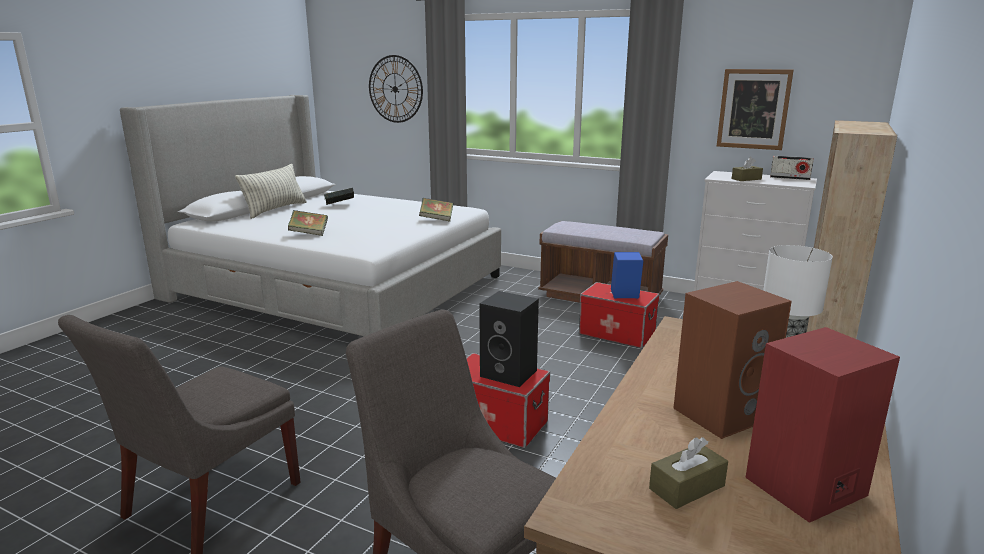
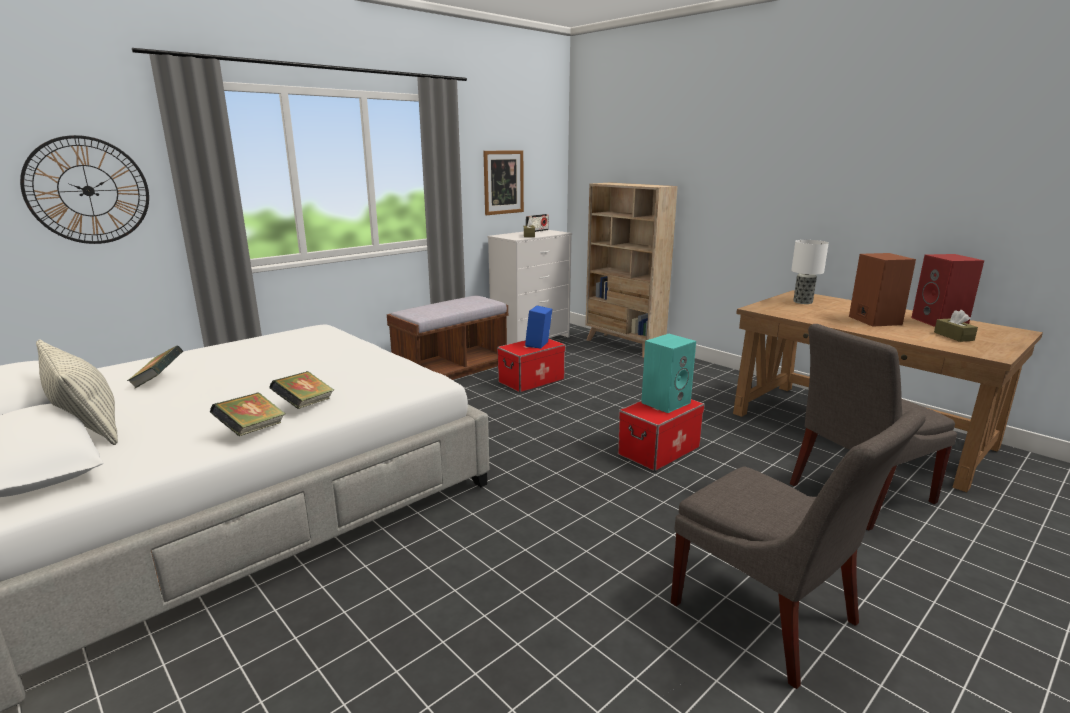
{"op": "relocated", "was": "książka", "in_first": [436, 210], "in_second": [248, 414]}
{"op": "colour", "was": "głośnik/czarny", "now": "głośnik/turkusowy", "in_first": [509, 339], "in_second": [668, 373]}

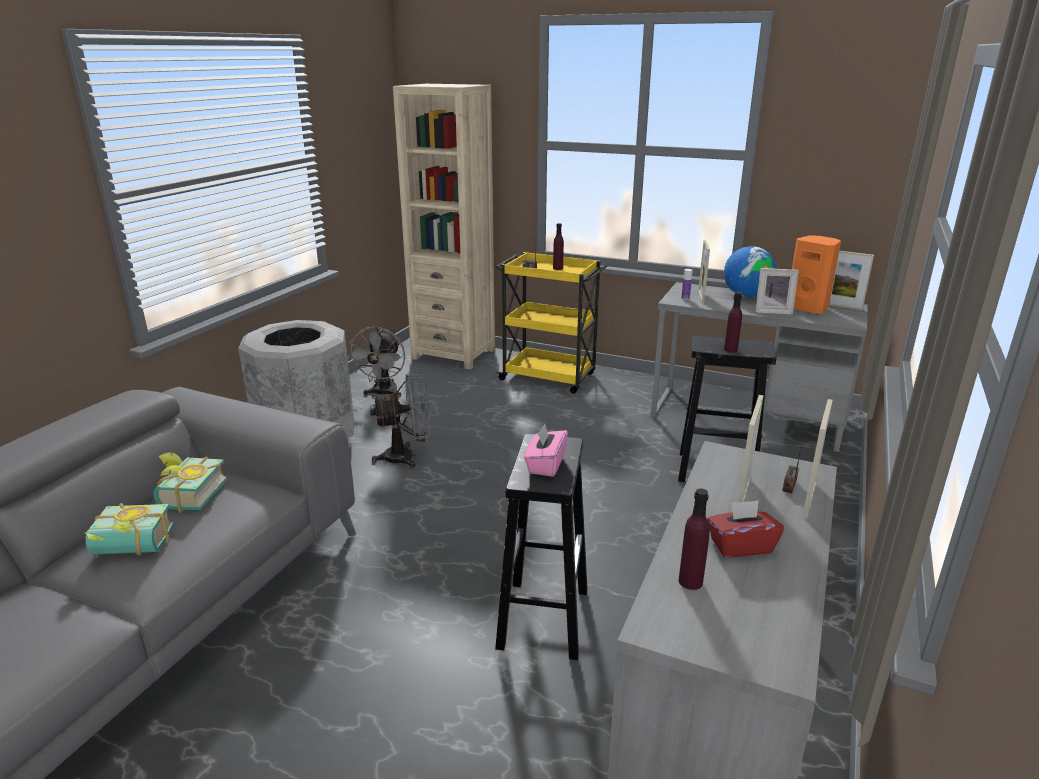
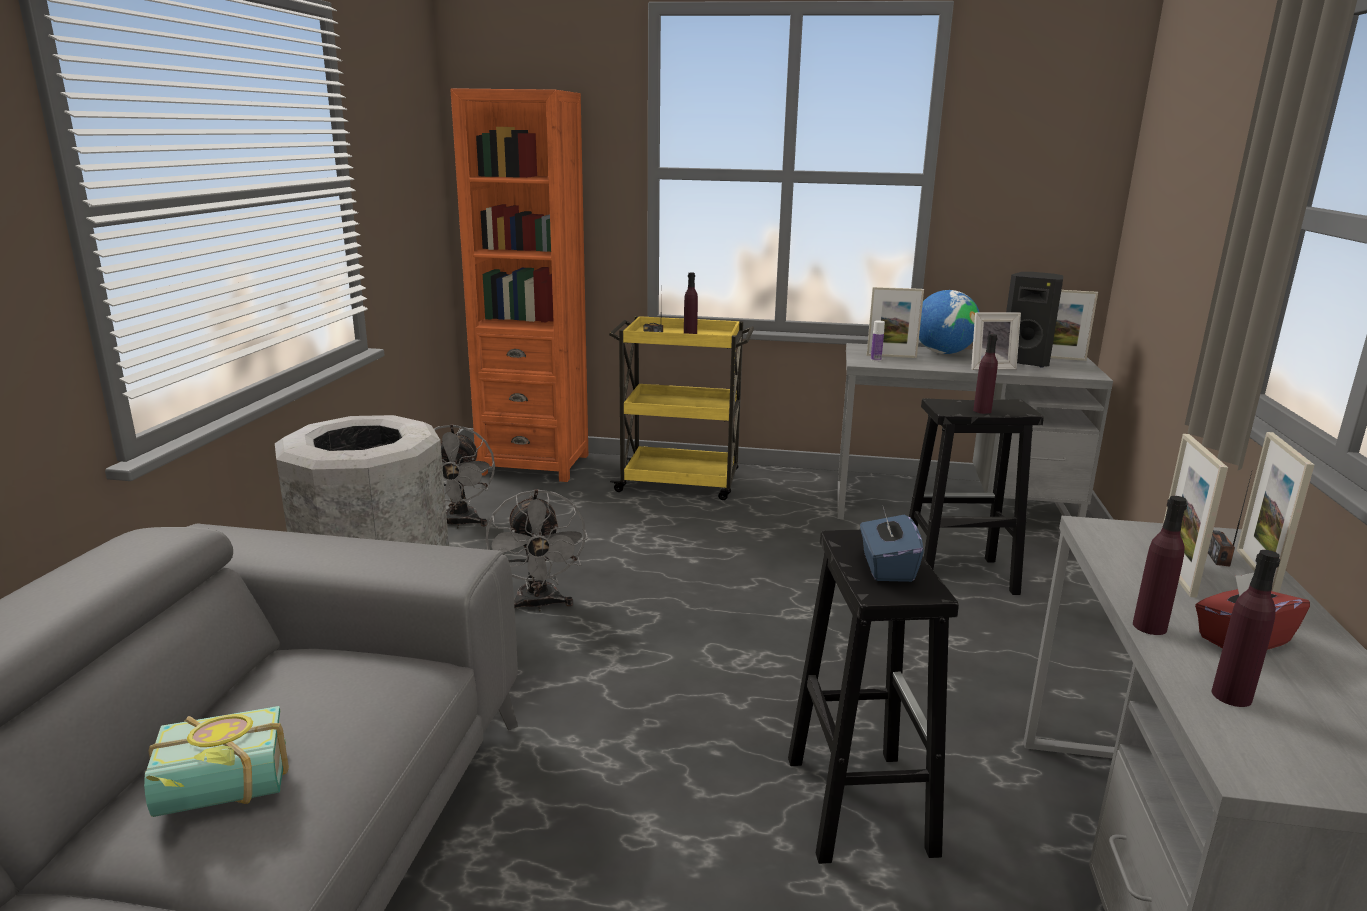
{"op": "colour", "was": "regał/beżowy", "now": "regał/pomarańczowy", "in_first": [444, 226], "in_second": [519, 285]}
{"op": "colour", "was": "głośnik/pomarańczowy", "now": "głośnik/czarny", "in_first": [816, 274], "in_second": [1034, 320]}
{"op": "spun", "was": "ramka na zdjęcie", "in_first": [704, 271], "in_second": [895, 322], "clockwise": -75}
{"op": "spun", "was": "wentylator/szary", "in_first": [400, 421], "in_second": [537, 550], "clockwise": 105}
{"op": "colour", "was": "pudełko chusteczek/różowy", "now": "pudełko chusteczek/niebieski", "in_first": [546, 450], "in_second": [892, 544]}
{"op": "missing", "was": "książka", "in_first": [190, 482]}
{"op": "appeared", "now": "butelka/fioletowy", "in_second": [1160, 565]}

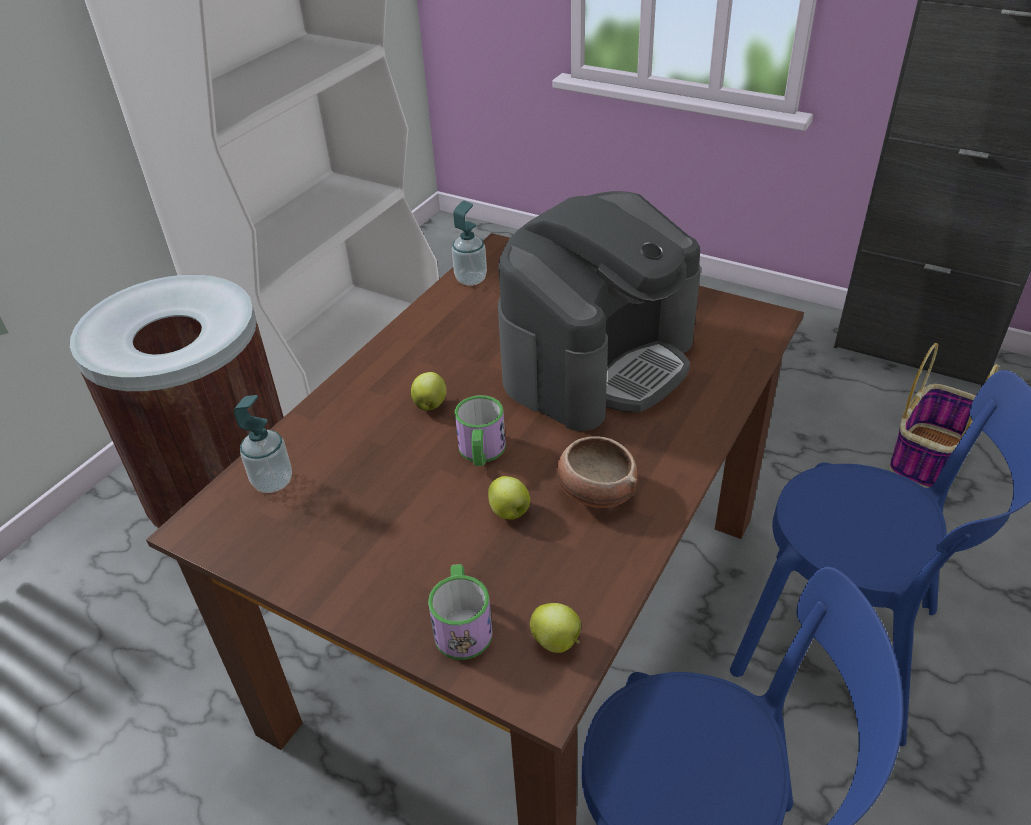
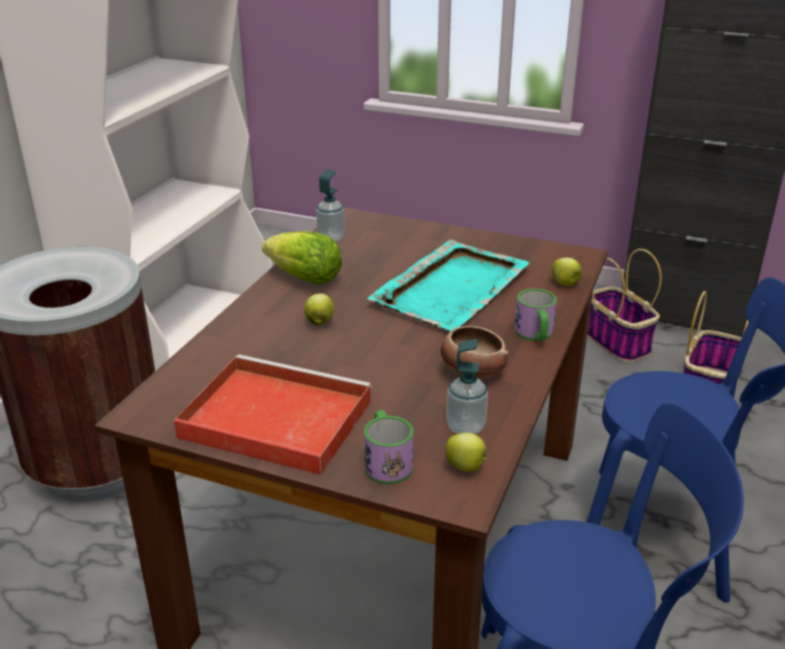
{"op": "exchanged", "was": "ekspres do kawy", "now": "taca/turkusowy", "in_first": [599, 311], "in_second": [448, 285]}
{"op": "relocated", "was": "dozownik mydła", "in_first": [262, 444], "in_second": [467, 386]}
{"op": "relocated", "was": "kubek", "in_first": [480, 430], "in_second": [536, 315]}
{"op": "relocated", "was": "jabłko", "in_first": [509, 498], "in_second": [567, 271]}
{"op": "appeared", "now": "sałata", "in_second": [302, 258]}
{"op": "appeared", "now": "koszyk", "in_second": [624, 306]}
{"op": "appeared", "now": "taca/czerwony", "in_second": [273, 414]}

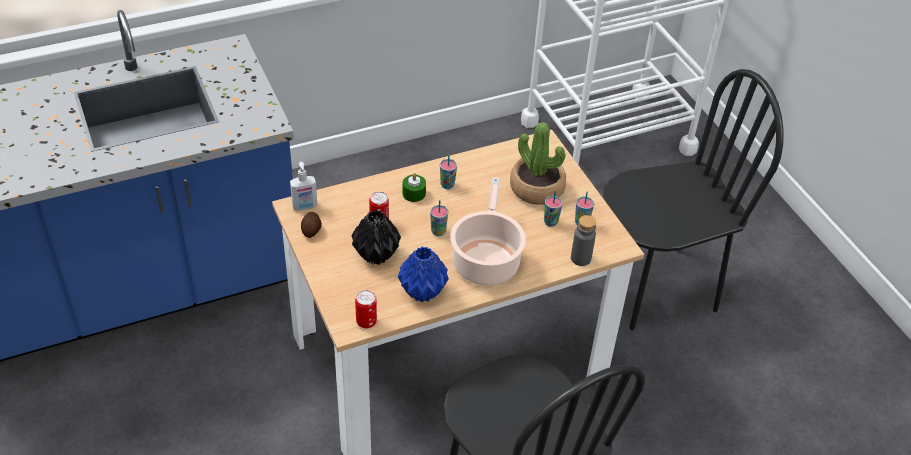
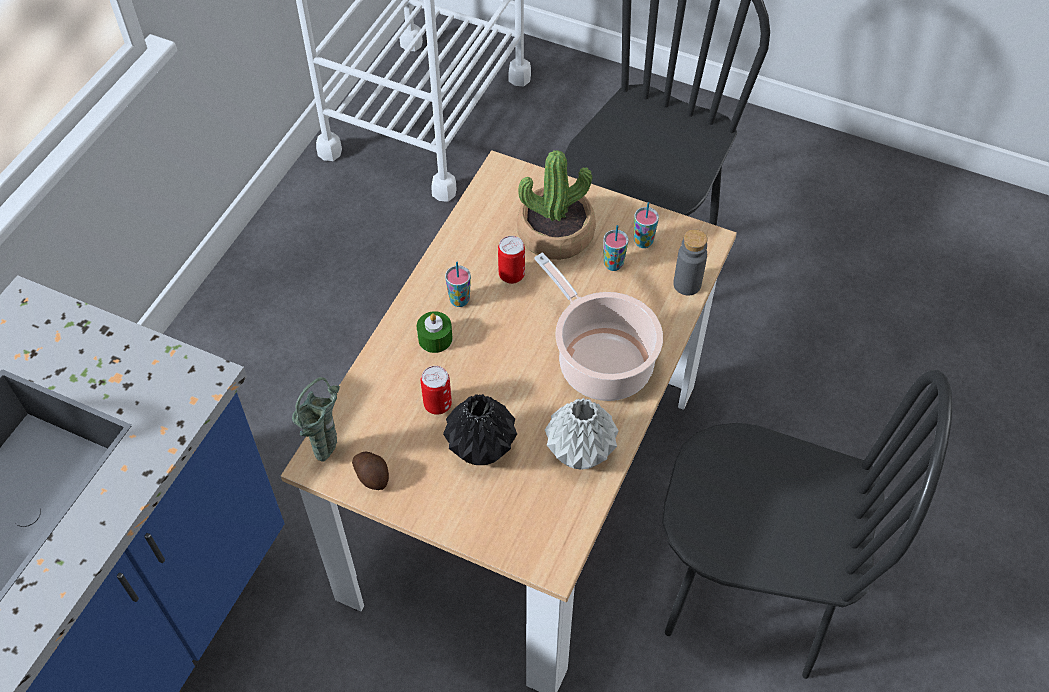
{"op": "exchanged", "was": "dozownik mydła", "now": "wazon/zielony", "in_first": [304, 186], "in_second": [316, 419]}
{"op": "missing", "was": "filiżanka", "in_first": [439, 218]}
{"op": "colour", "was": "wazon/niebieski", "now": "wazon/szary", "in_first": [423, 274], "in_second": [582, 434]}
{"op": "relocated", "was": "puszka", "in_first": [366, 309], "in_second": [511, 260]}

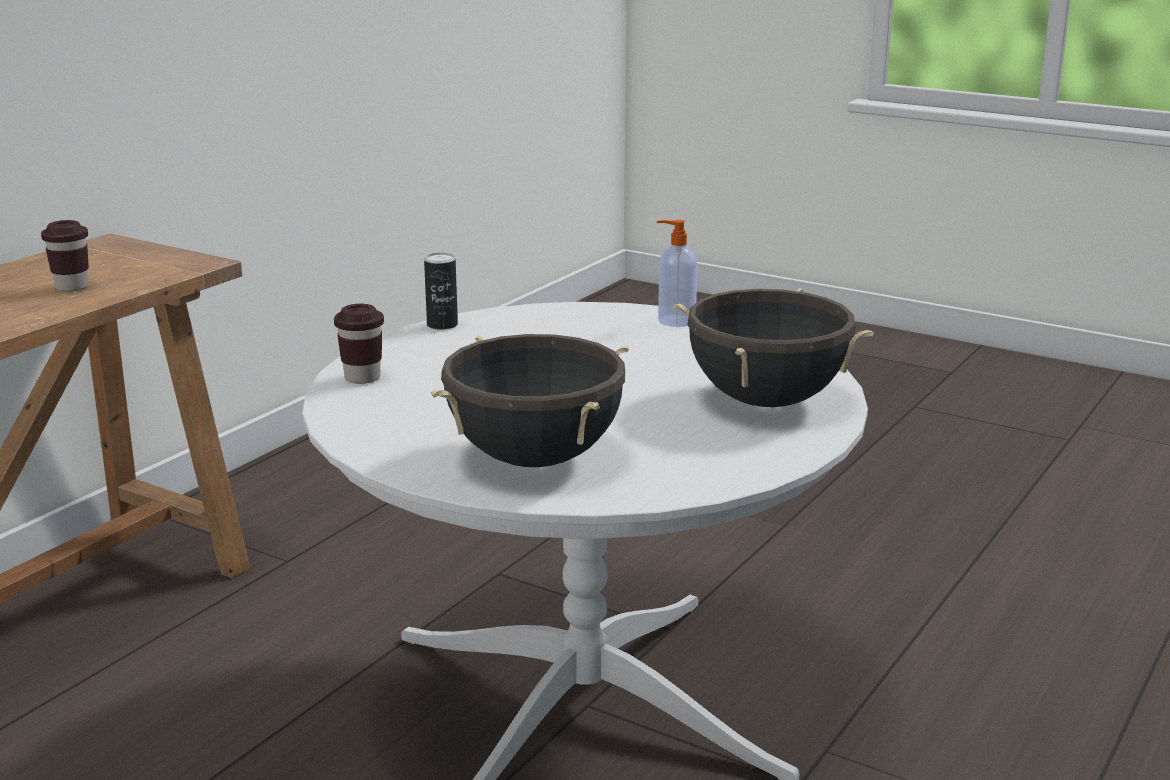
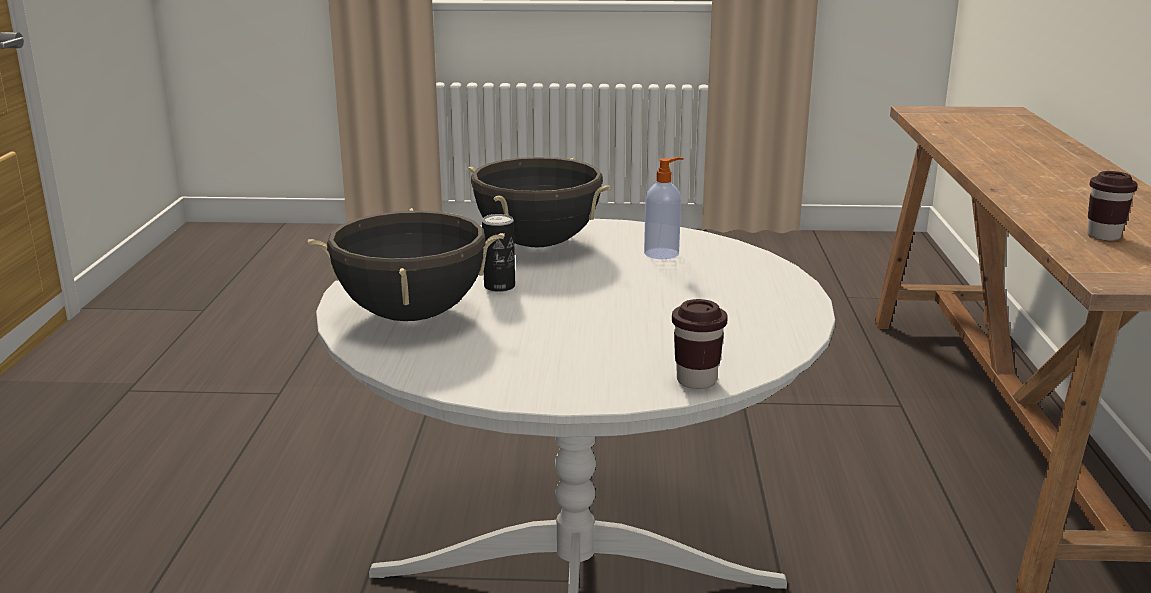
{"op": "relocated", "was": "dozownik mydła", "in_first": [677, 273], "in_second": [664, 208]}
{"op": "relocated", "was": "puszka", "in_first": [441, 291], "in_second": [498, 253]}
{"op": "relocated", "was": "filiżanka/brązowy", "in_first": [359, 344], "in_second": [700, 344]}

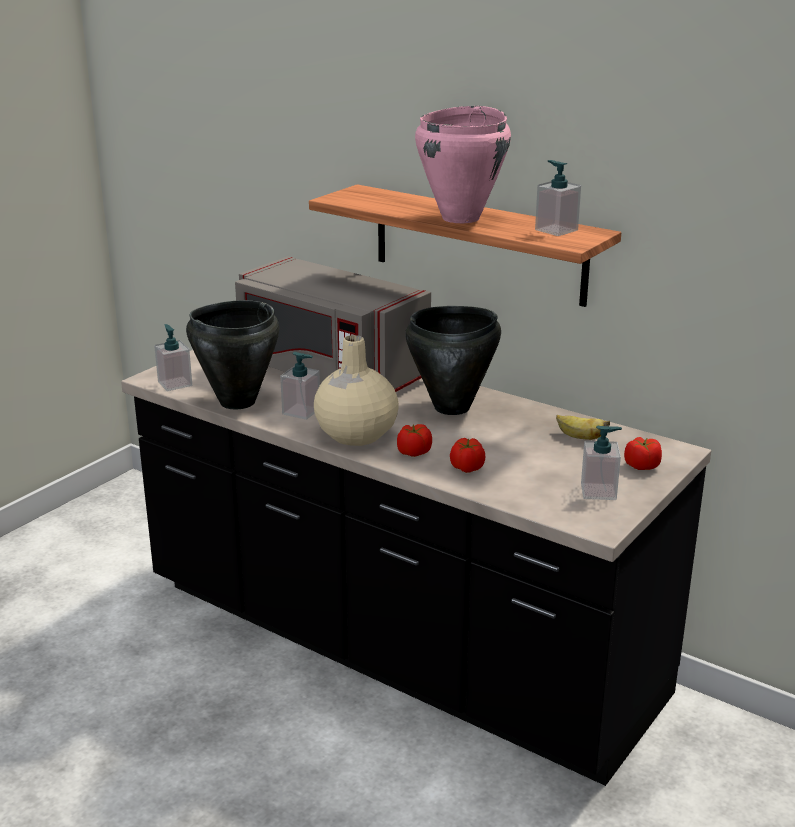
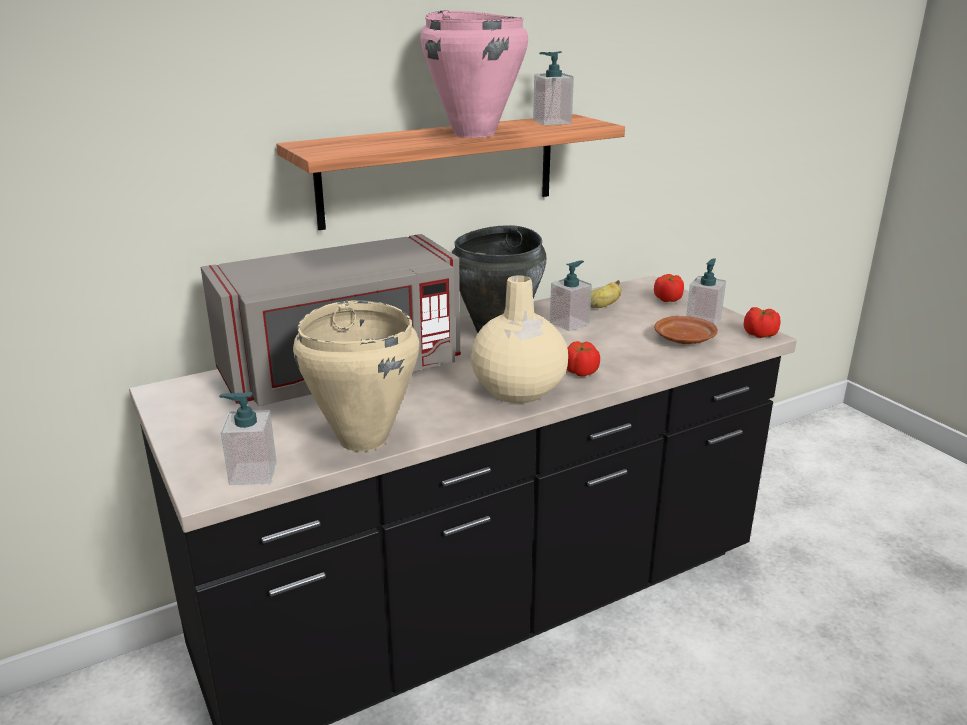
{"op": "colour", "was": "garnek/czarny", "now": "garnek/beżowy", "in_first": [232, 354], "in_second": [356, 376]}
{"op": "relocated", "was": "dozownik mydła", "in_first": [300, 386], "in_second": [571, 295]}
{"op": "relocated", "was": "pomidor", "in_first": [467, 455], "in_second": [762, 322]}
{"op": "appeared", "now": "talerz/brązowy", "in_second": [686, 330]}

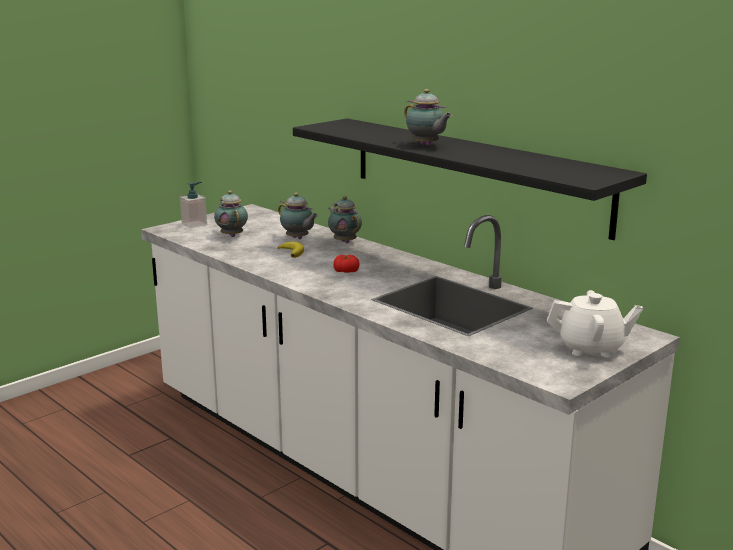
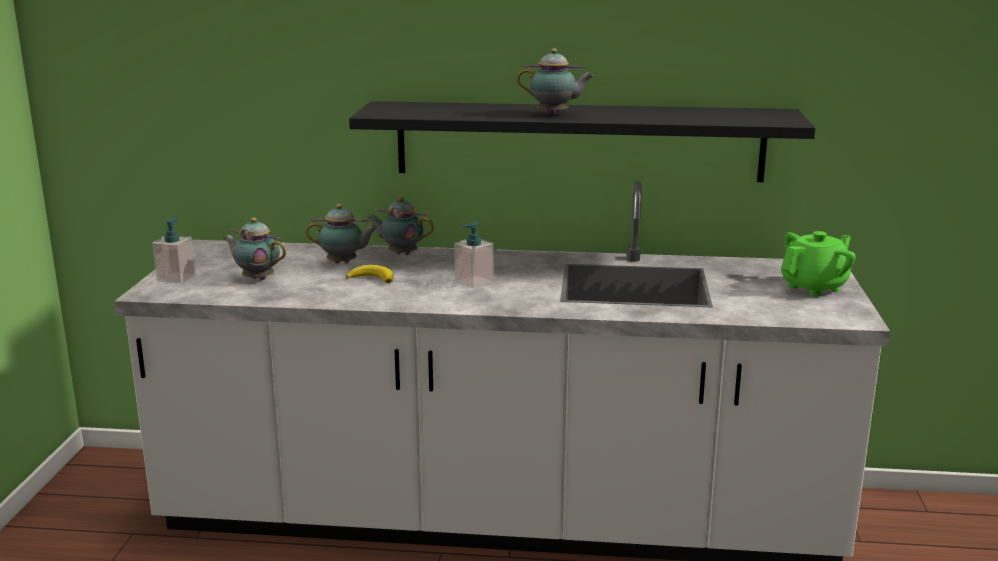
{"op": "exchanged", "was": "pomidor", "now": "dozownik mydła", "in_first": [346, 264], "in_second": [473, 255]}
{"op": "colour", "was": "imbryk/biały", "now": "imbryk/zielony", "in_first": [595, 323], "in_second": [818, 264]}

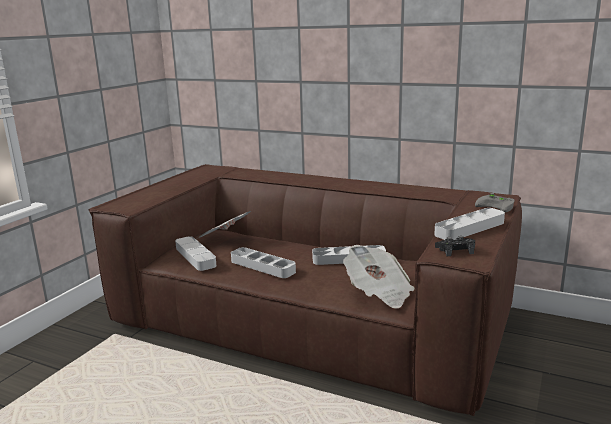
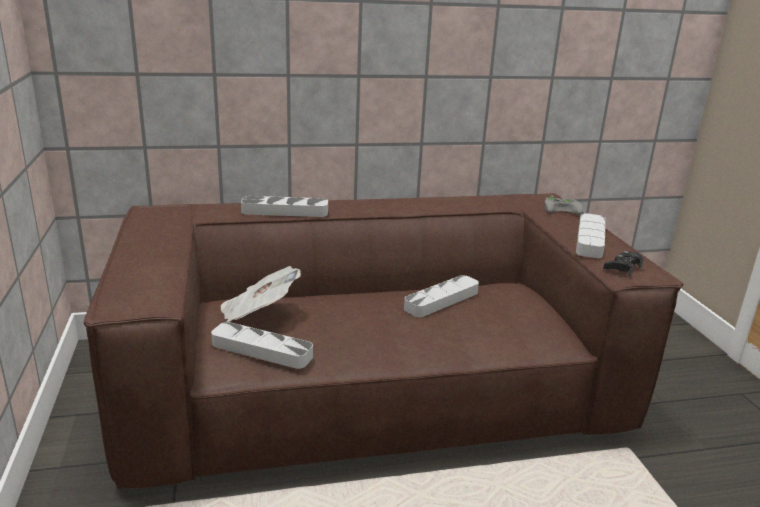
{"op": "missing", "was": "gazeta", "in_first": [379, 277]}
{"op": "relocated", "was": "taca/szary", "in_first": [263, 262], "in_second": [284, 206]}

